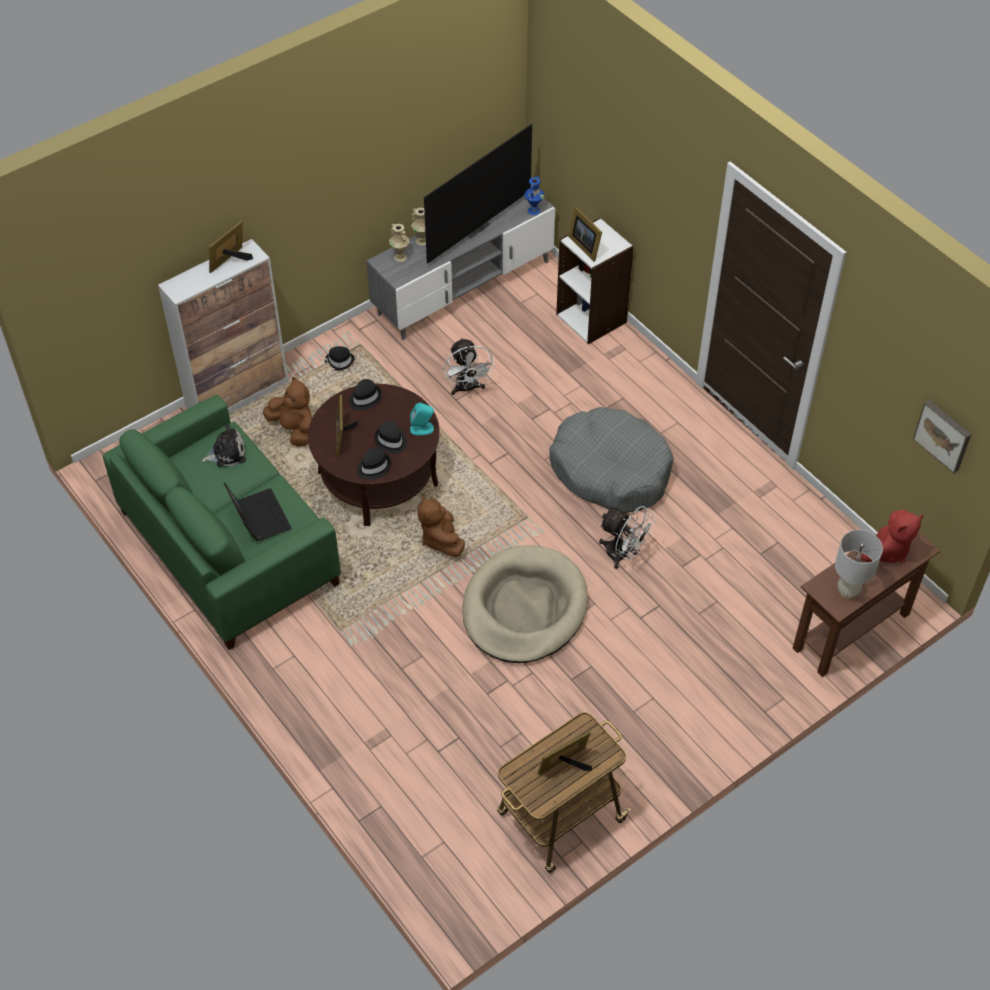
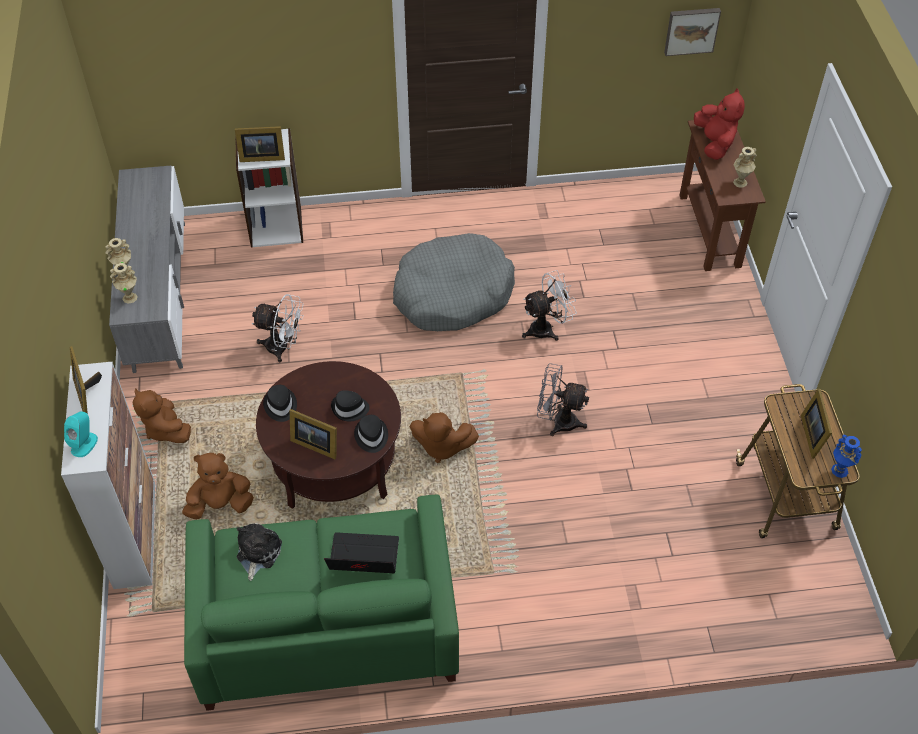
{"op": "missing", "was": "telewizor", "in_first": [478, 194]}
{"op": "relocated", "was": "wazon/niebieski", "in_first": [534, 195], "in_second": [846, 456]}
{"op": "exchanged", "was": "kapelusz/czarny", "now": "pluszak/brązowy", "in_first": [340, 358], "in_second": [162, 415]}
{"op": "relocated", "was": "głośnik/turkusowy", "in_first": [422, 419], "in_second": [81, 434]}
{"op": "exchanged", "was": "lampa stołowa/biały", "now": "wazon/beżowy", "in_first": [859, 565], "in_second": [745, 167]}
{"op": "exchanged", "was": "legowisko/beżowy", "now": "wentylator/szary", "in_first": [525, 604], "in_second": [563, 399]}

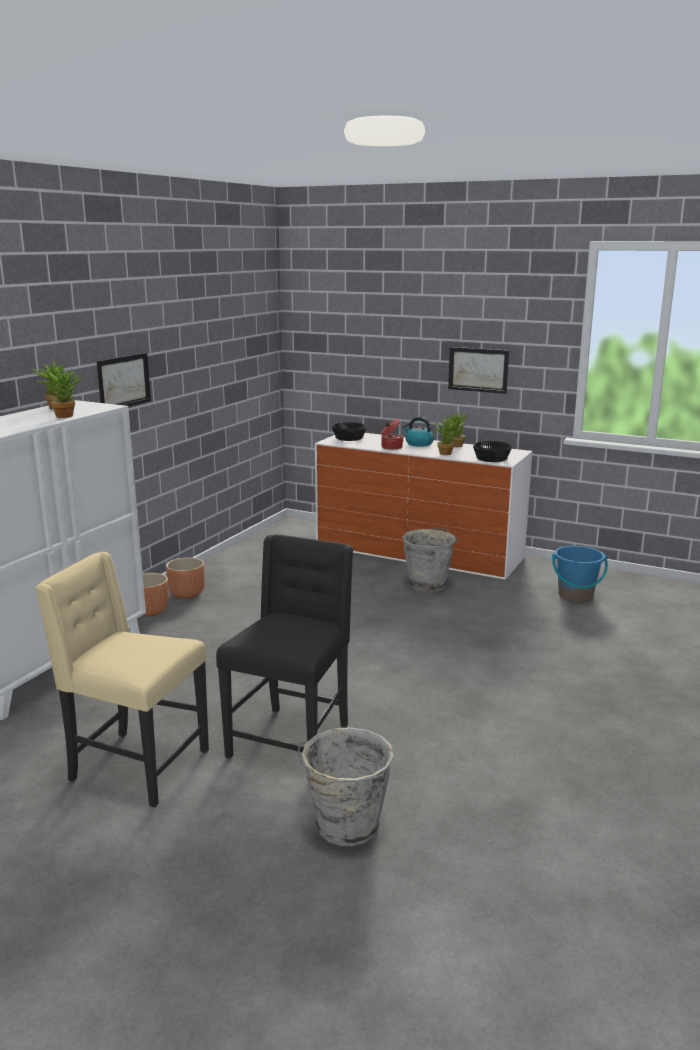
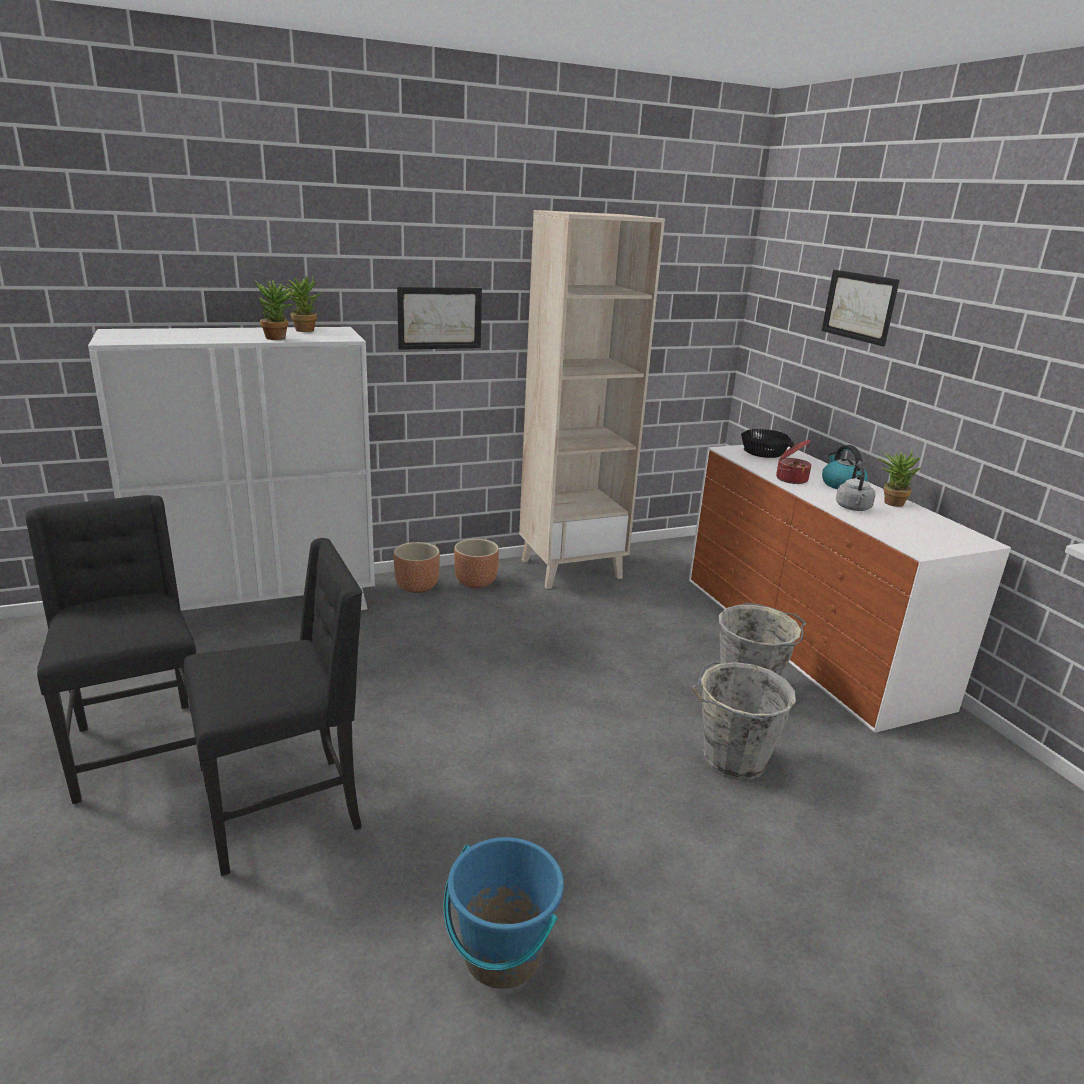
{"op": "relocated", "was": "obraz", "in_first": [478, 370], "in_second": [861, 308]}
{"op": "exchanged", "was": "roślina doniczkowa", "now": "czajnik/szary", "in_first": [445, 437], "in_second": [856, 487]}
{"op": "missing", "was": "miska/czarny", "in_first": [492, 451]}
{"op": "relocated", "was": "wiadro/niebieski", "in_first": [580, 574], "in_second": [503, 913]}
{"op": "colour", "was": "krzesło/beżowy", "now": "krzesło/czarny", "in_first": [122, 679], "in_second": [114, 649]}
{"op": "relocated", "was": "wiadro/szary", "in_first": [345, 786], "in_second": [744, 721]}
{"op": "appeared", "now": "regał/beżowy", "in_second": [592, 399]}

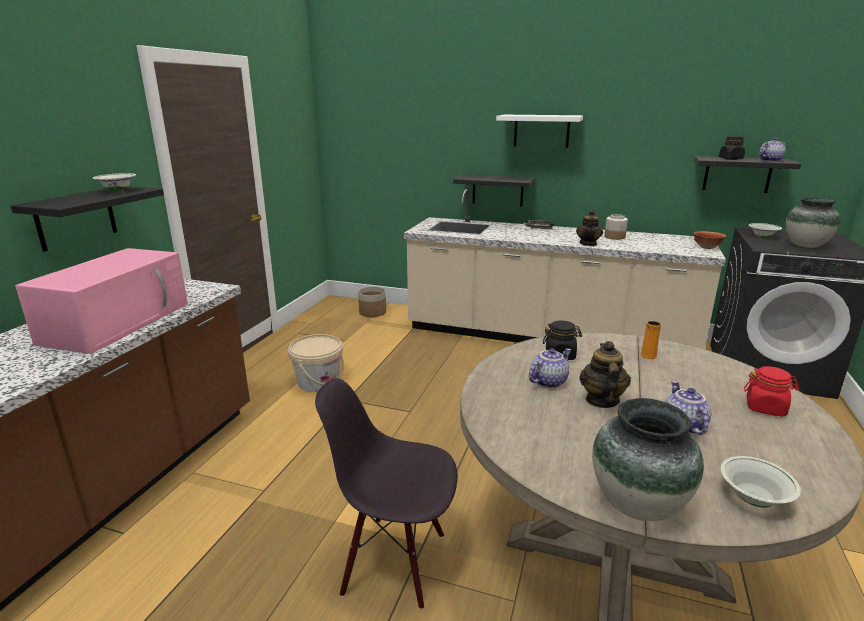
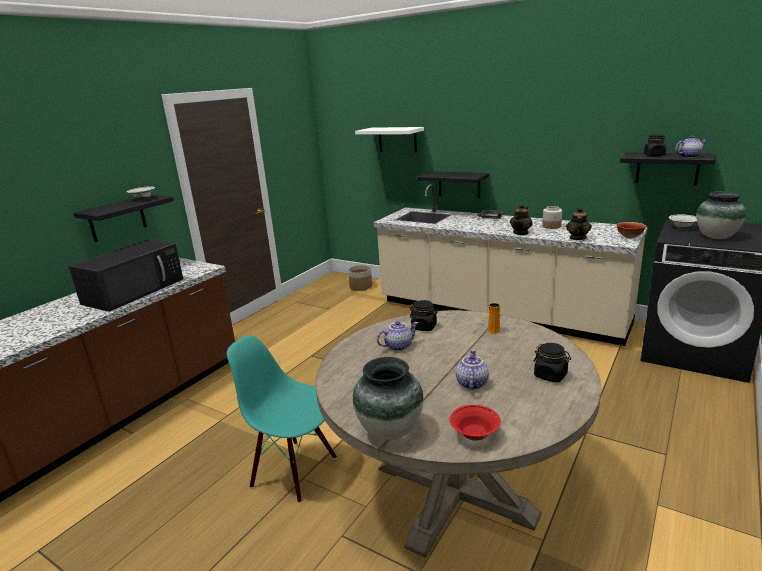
{"op": "relocated", "was": "półka/biały", "in_first": [539, 131], "in_second": [389, 139]}
{"op": "colour", "was": "mikrofalówka/różowy", "now": "mikrofalówka/czarny", "in_first": [101, 301], "in_second": [125, 276]}
{"op": "missing", "was": "wiadro/beżowy", "in_first": [316, 363]}
{"op": "relocated", "was": "imbryk", "in_first": [605, 374], "in_second": [579, 223]}
{"op": "colour", "was": "słoik/czerwony", "now": "słoik/czarny", "in_first": [772, 391], "in_second": [552, 363]}
{"op": "colour", "was": "krzesło/czarny", "now": "krzesło/turkusowy", "in_first": [386, 494], "in_second": [282, 419]}
{"op": "colour", "was": "miska/biały", "now": "miska/czerwony", "in_first": [761, 481], "in_second": [475, 422]}

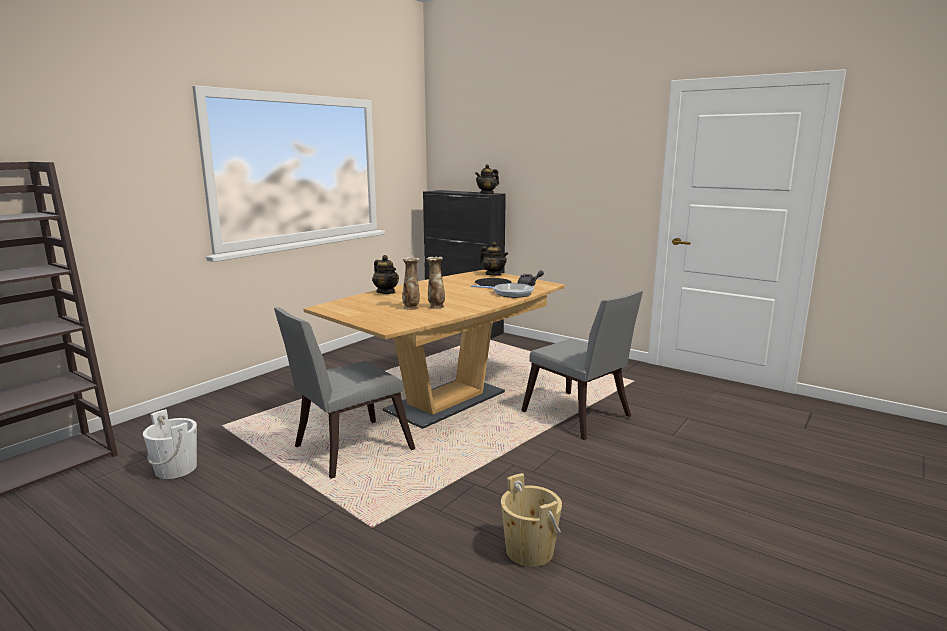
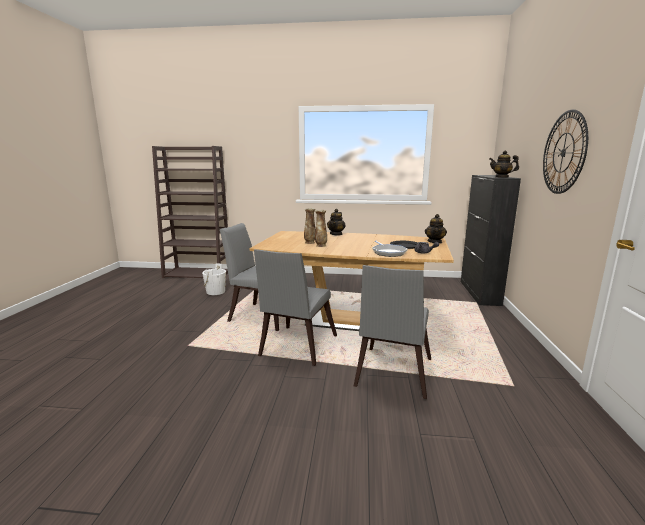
{"op": "missing", "was": "wiadro/beżowy", "in_first": [531, 520]}
{"op": "appeared", "now": "zegar ścienny", "in_second": [565, 152]}
{"op": "appeared", "now": "krzesło/szary", "in_second": [295, 307]}

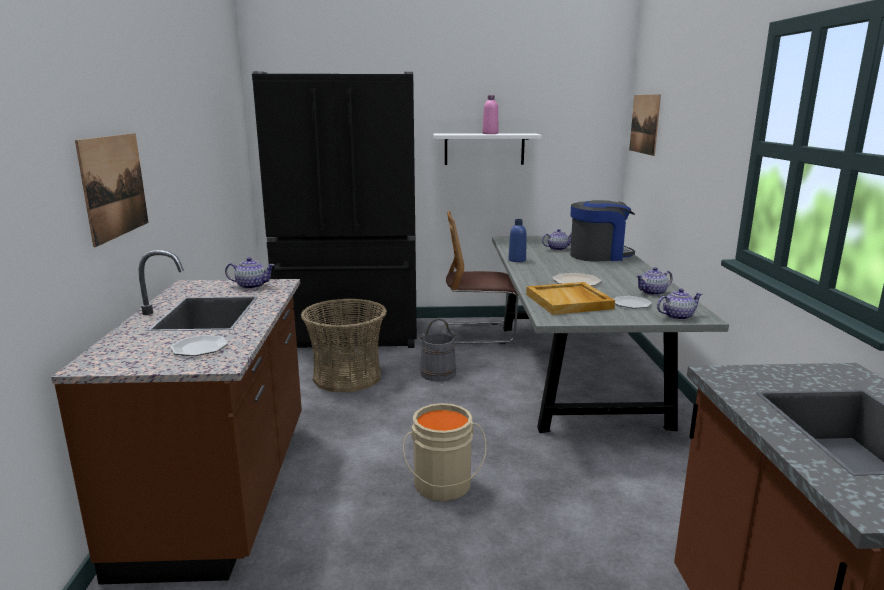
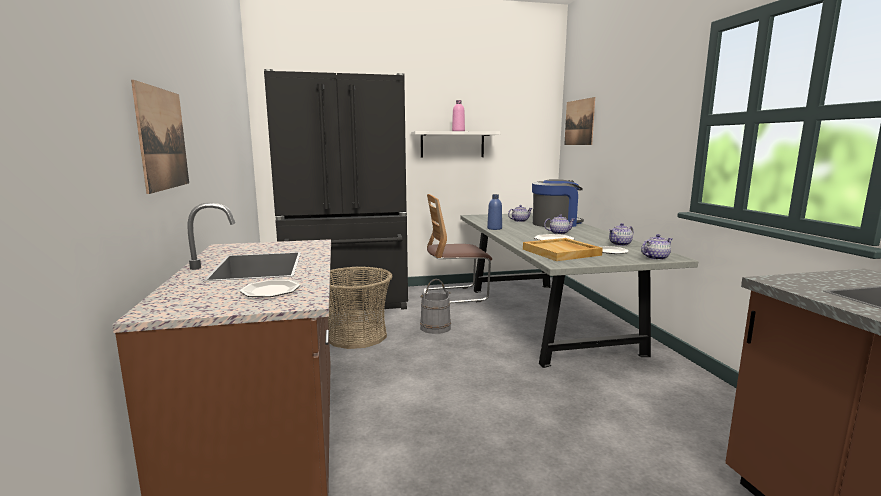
{"op": "relocated", "was": "imbryk", "in_first": [250, 273], "in_second": [559, 224]}
{"op": "missing", "was": "wiadro/beżowy", "in_first": [445, 452]}

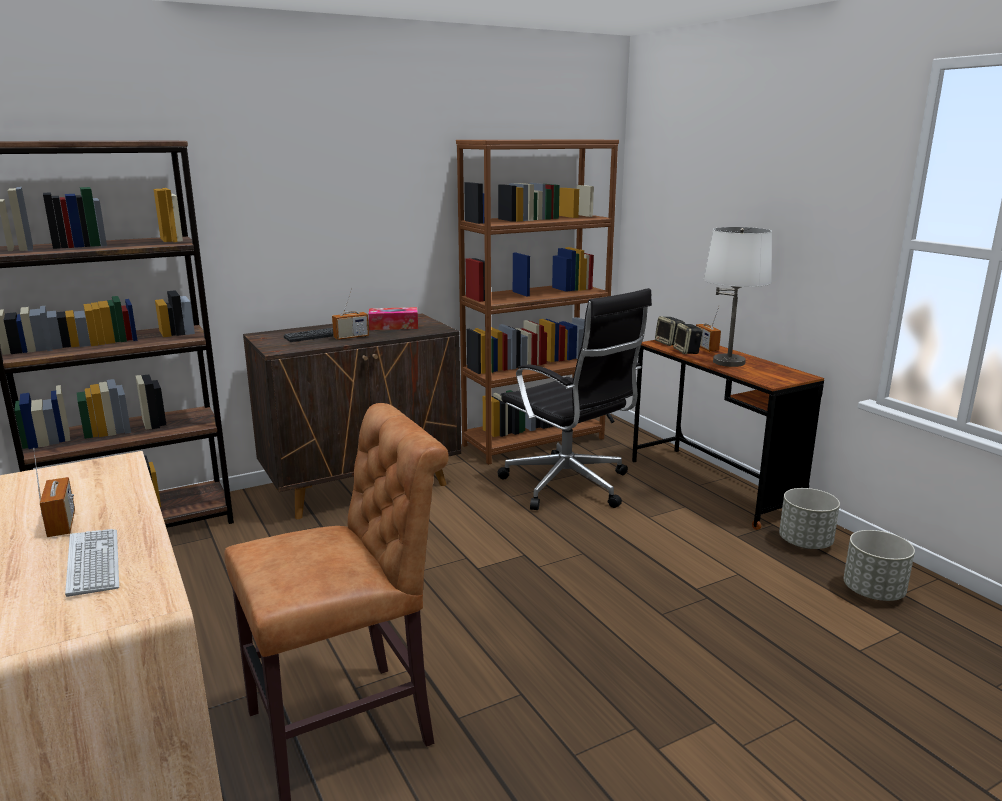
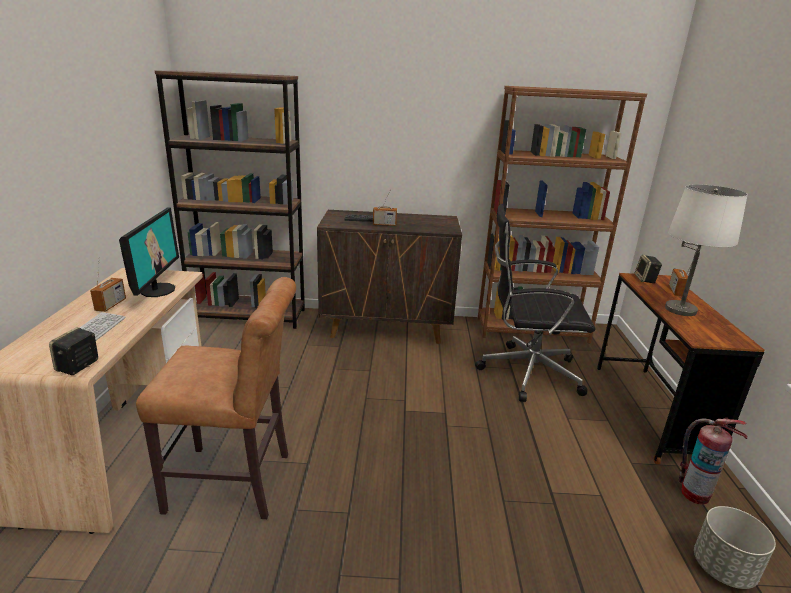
{"op": "spun", "was": "krzesło biurowe/czarny", "in_first": [575, 399], "in_second": [535, 303], "clockwise": 105}
{"op": "missing", "was": "pudełko chusteczek", "in_first": [393, 318]}
{"op": "relocated", "was": "głośnik", "in_first": [688, 338], "in_second": [73, 351]}
{"op": "exchanged", "was": "donica/szary", "now": "gaśnica", "in_first": [809, 518], "in_second": [713, 461]}
{"op": "appeared", "now": "monitor", "in_second": [149, 252]}

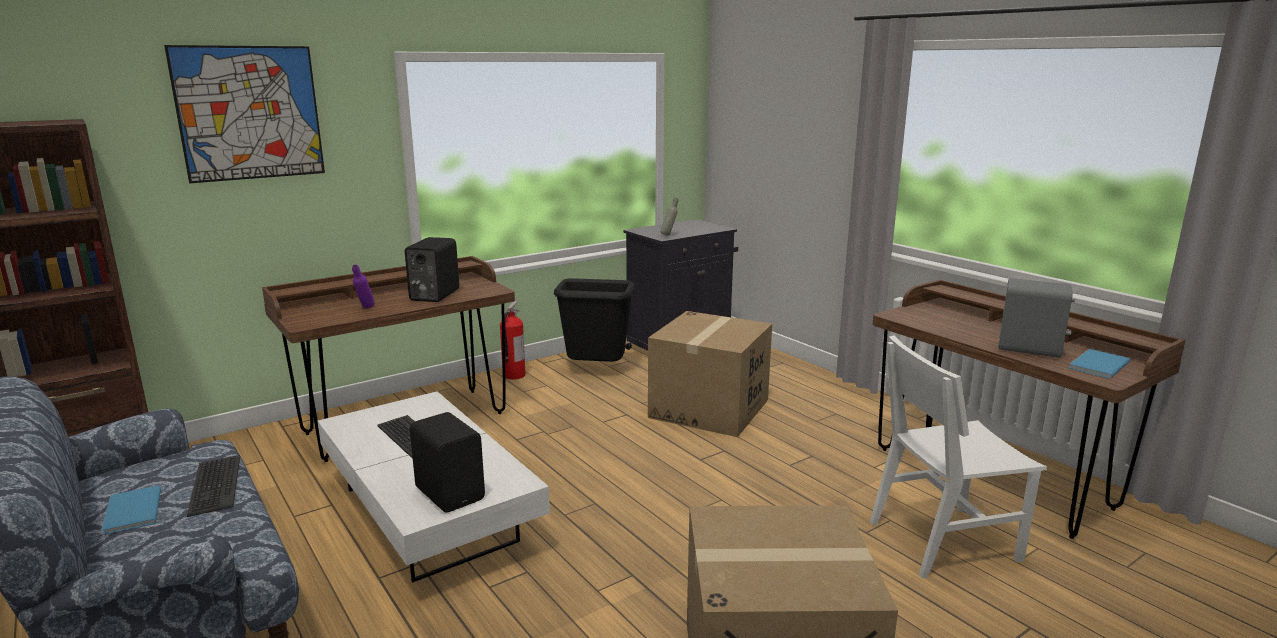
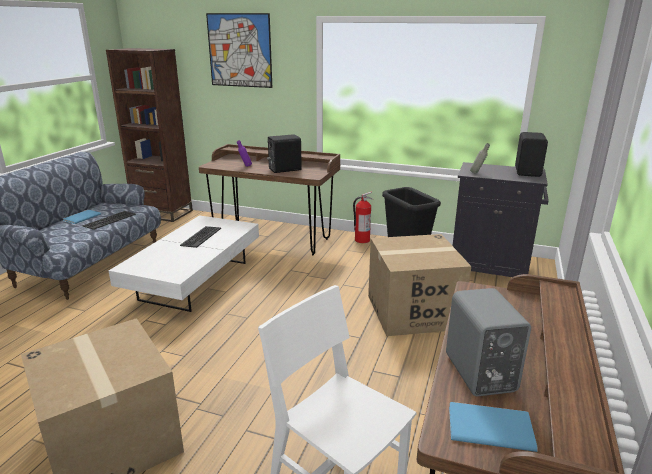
{"op": "relocated", "was": "głośnik/czarny", "in_first": [447, 462], "in_second": [531, 154]}

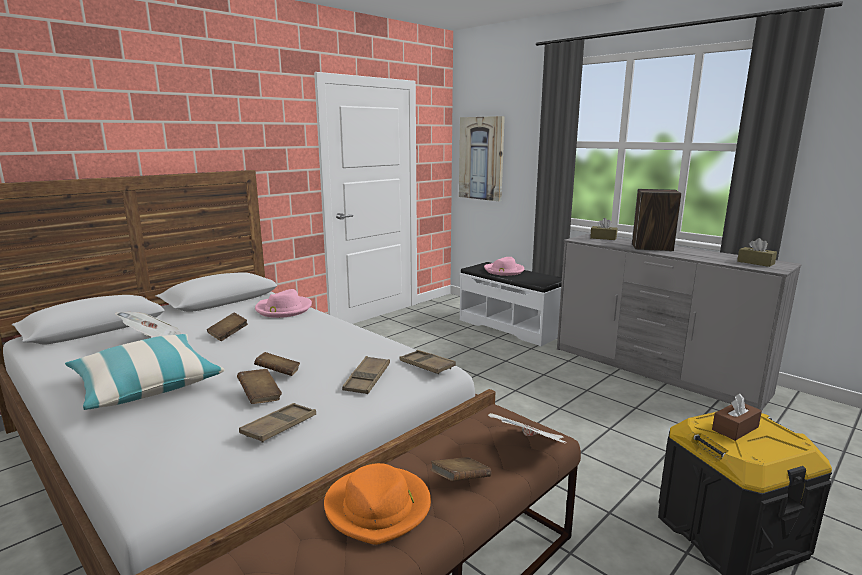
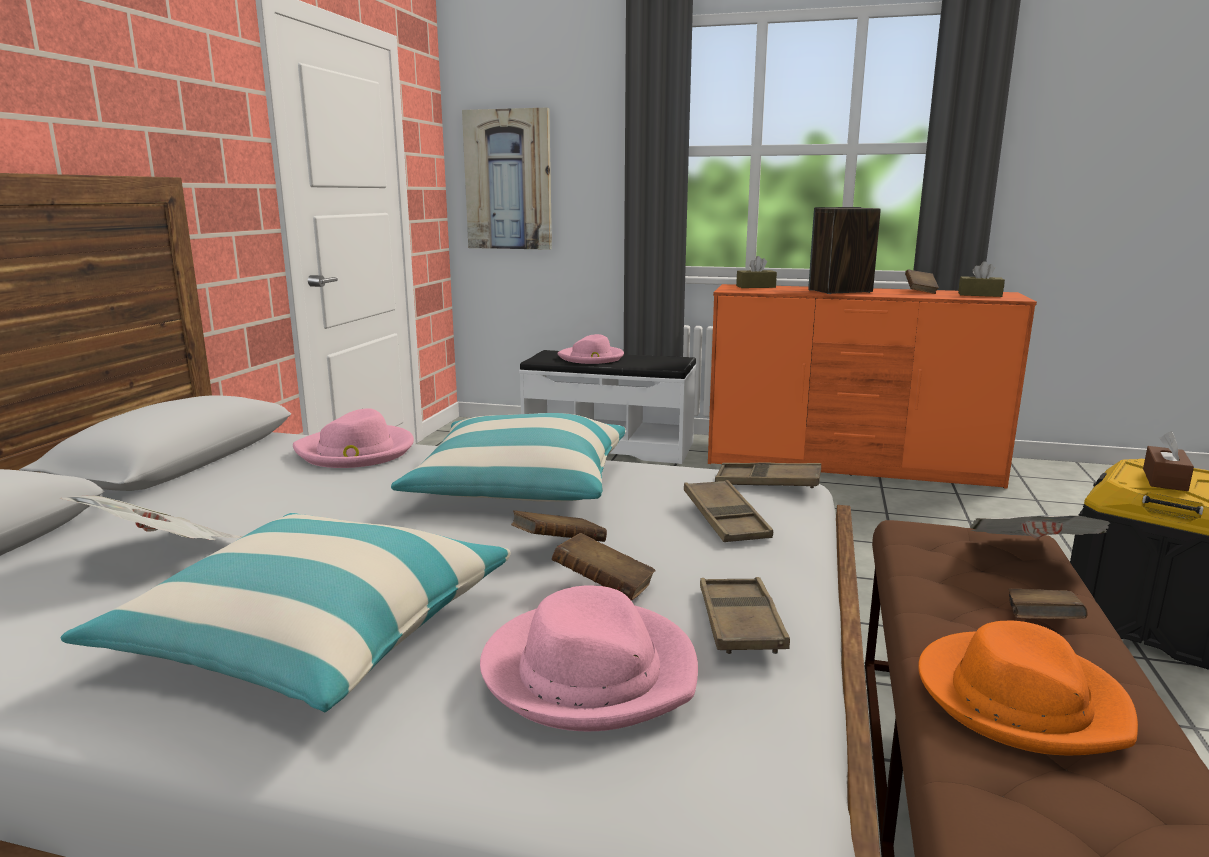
{"op": "colour", "was": "komoda/szary", "now": "komoda/pomarańczowy", "in_first": [679, 322], "in_second": [872, 386]}
{"op": "relocated", "was": "książka/brązowy", "in_first": [227, 327], "in_second": [922, 282]}
{"op": "appeared", "now": "poduszka", "in_second": [508, 457]}
{"op": "appeared", "now": "kapelusz/różowy", "in_second": [589, 658]}

